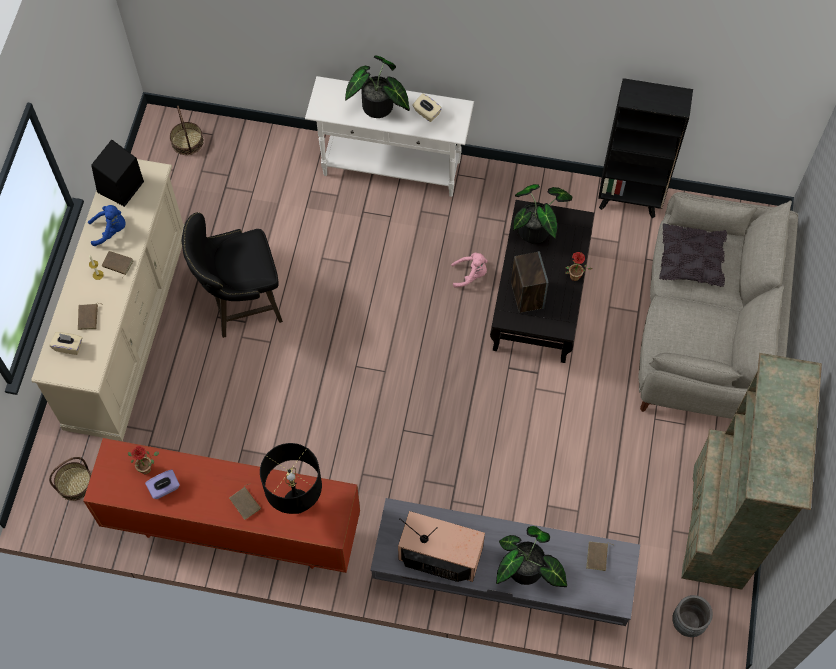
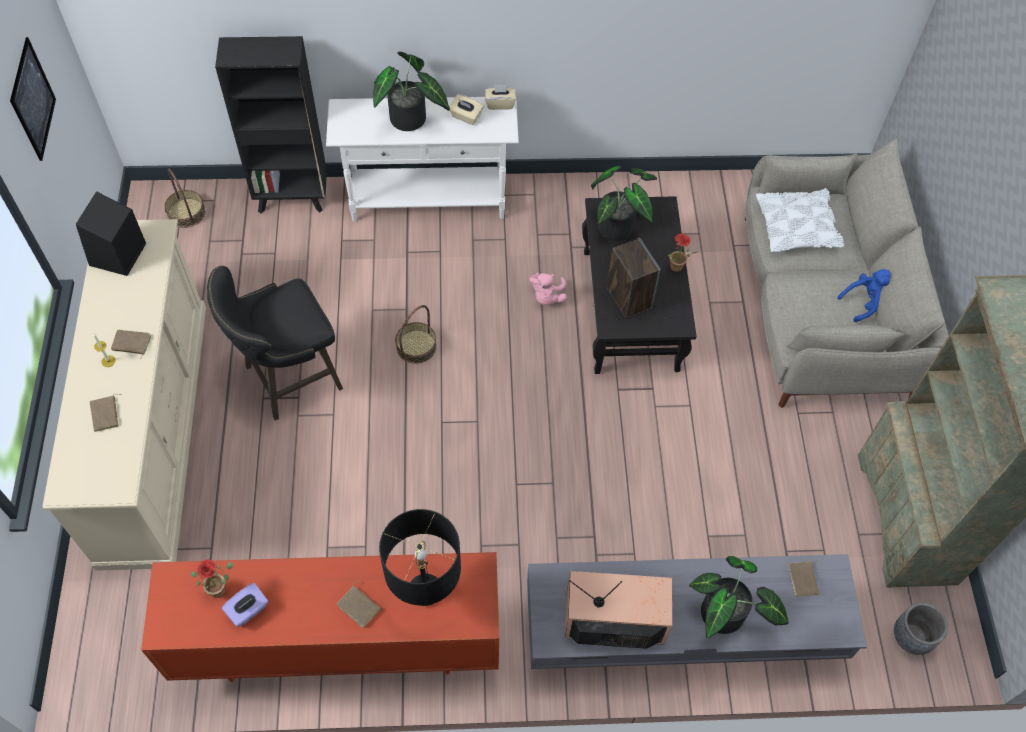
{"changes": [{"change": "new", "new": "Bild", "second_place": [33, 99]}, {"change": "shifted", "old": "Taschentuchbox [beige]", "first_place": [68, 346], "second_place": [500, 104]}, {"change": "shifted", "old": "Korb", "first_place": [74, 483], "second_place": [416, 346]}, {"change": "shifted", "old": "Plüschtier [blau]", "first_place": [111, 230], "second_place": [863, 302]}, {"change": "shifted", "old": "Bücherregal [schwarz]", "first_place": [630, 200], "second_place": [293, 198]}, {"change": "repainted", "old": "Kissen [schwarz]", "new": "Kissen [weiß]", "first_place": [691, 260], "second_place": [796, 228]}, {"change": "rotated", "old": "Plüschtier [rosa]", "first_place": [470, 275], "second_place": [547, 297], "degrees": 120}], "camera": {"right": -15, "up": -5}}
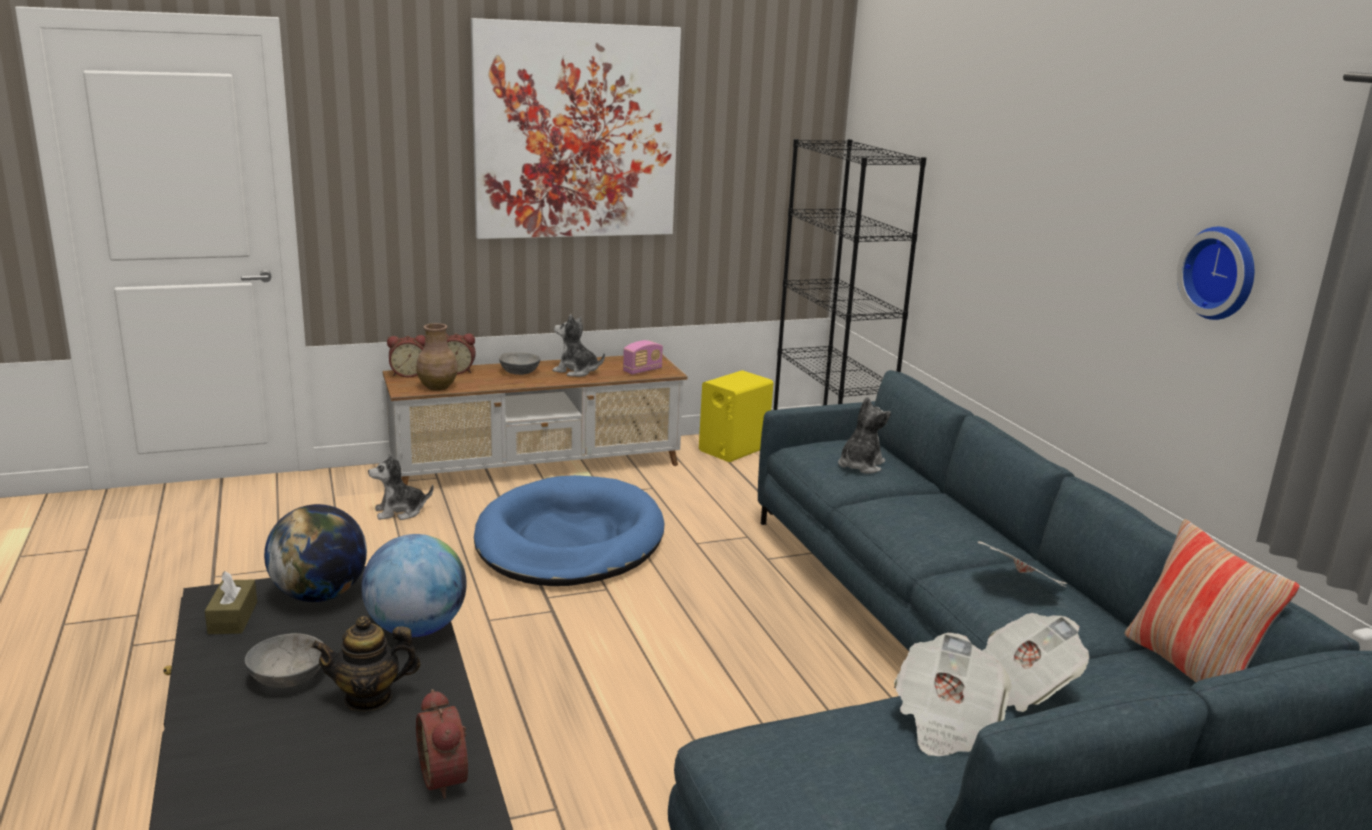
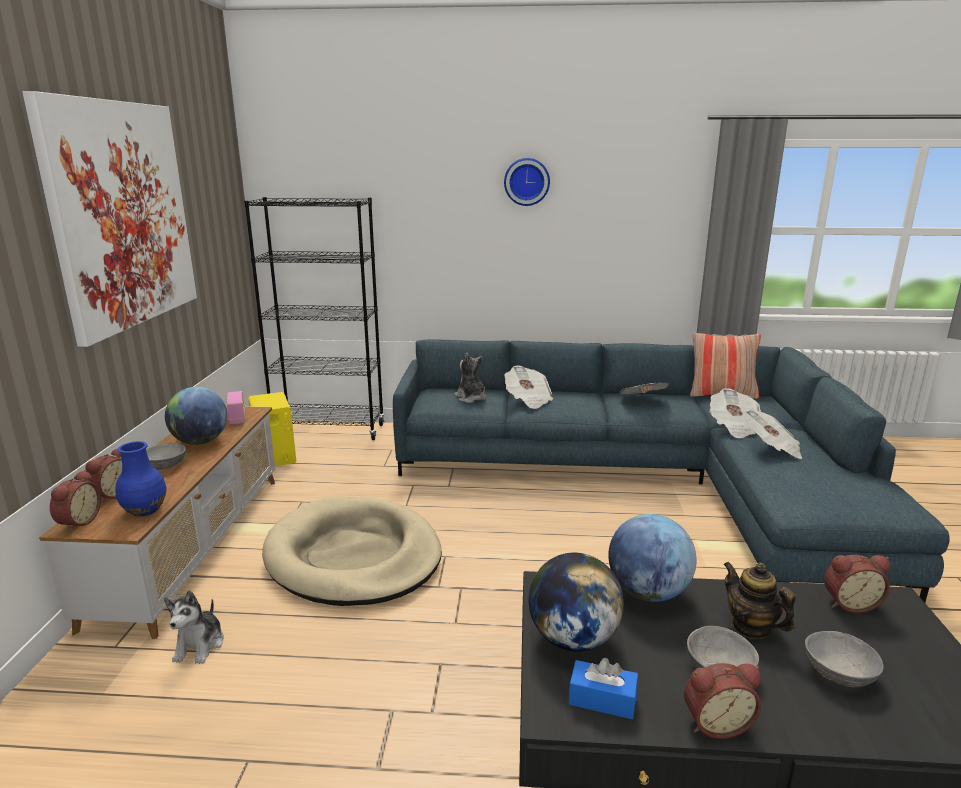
{"changes": [{"change": "new", "new": "Zeitung", "second_place": [528, 400]}, {"change": "new", "new": "Wecker", "second_place": [715, 722]}, {"change": "new", "new": "Schüssel [grau]", "second_place": [839, 674]}, {"change": "shifted", "old": "Wanduhr", "first_place": [1222, 273], "second_place": [526, 182]}, {"change": "swapped", "old": "Plüschtier", "new": "Globus", "first_place": [576, 371], "second_place": [200, 442]}, {"change": "repainted", "old": "Taschentuchbox [braun]", "new": "Taschentuchbox [blau]", "first_place": [233, 618], "second_place": [602, 699]}, {"change": "repainted", "old": "Vase [braun]", "new": "Vase [blau]", "first_place": [438, 387], "second_place": [145, 510]}, {"change": "repainted", "old": "Hundebett [blau]", "new": "Hundebett [beige]", "first_place": [569, 540], "second_place": [354, 556]}, {"change": "rotated", "old": "Teekanne", "first_place": [369, 698], "second_place": [751, 627], "degrees": 135}], "camera": {"right": -65, "up": 0}}
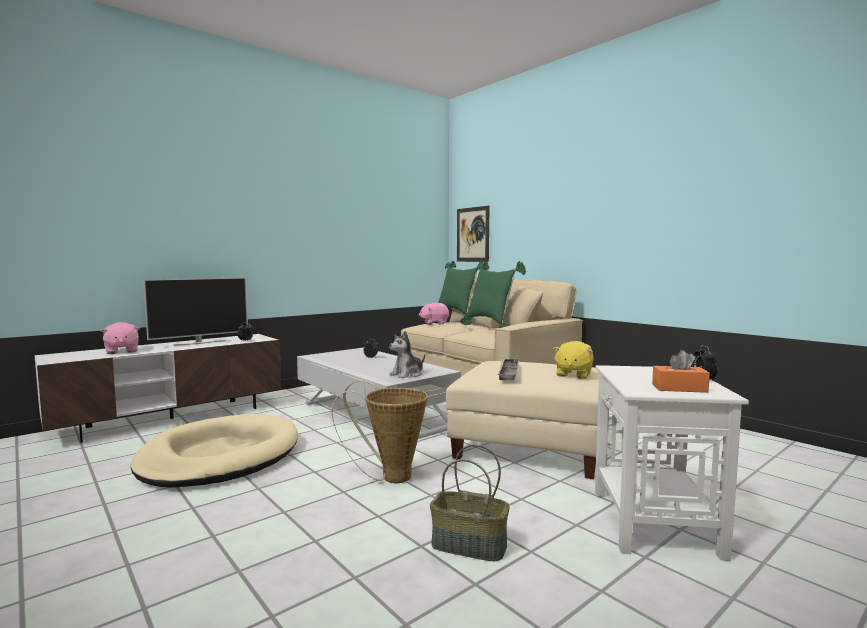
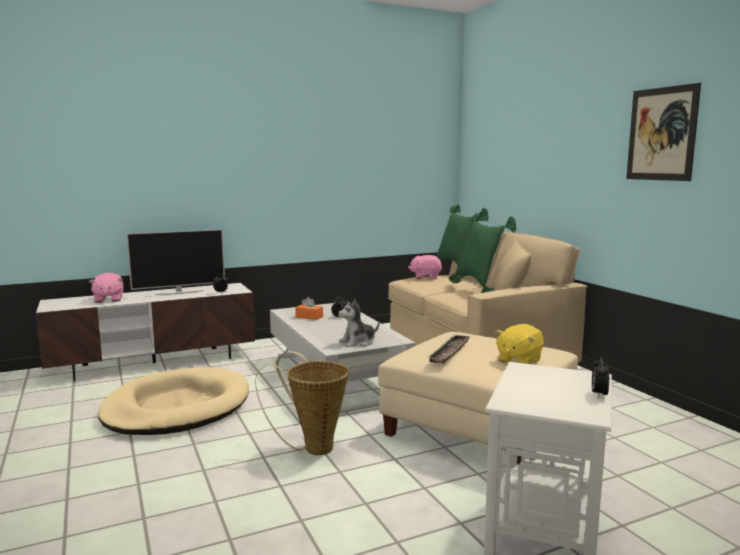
{"changes": [{"change": "gone", "old": "Korb", "first_place": [468, 546]}, {"change": "shifted", "old": "Bild", "first_place": [472, 234], "second_place": [661, 134]}, {"change": "shifted", "old": "Taschentuchbox [orange]", "first_place": [679, 388], "second_place": [309, 317]}], "camera": {"right": 15, "up": 5}}
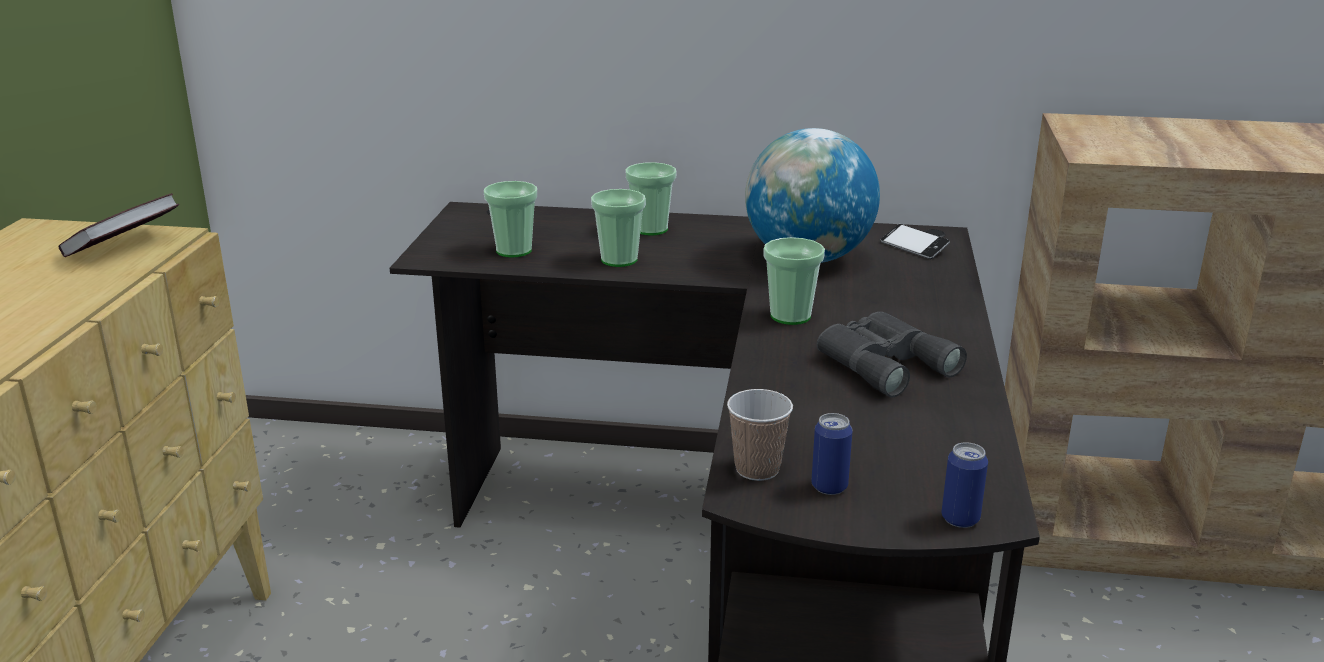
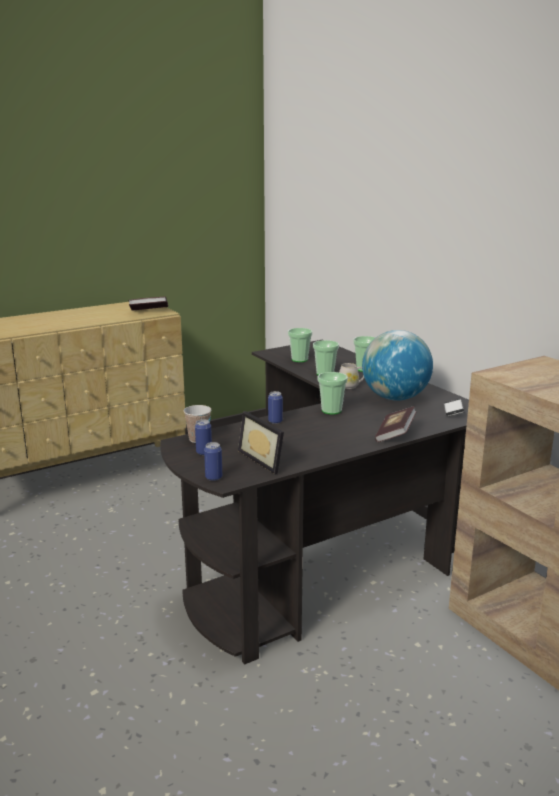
{"changes": [{"change": "gone", "old": "Fernglas [grau]", "first_place": [882, 362]}, {"change": "new", "new": "Bilderrahmen", "second_place": [265, 459]}, {"change": "new", "new": "Dose", "second_place": [275, 421]}, {"change": "new", "new": "Henkelbecher [weiß]", "second_place": [351, 386]}, {"change": "new", "new": "Buch", "second_place": [395, 434]}], "camera": {"right": 50, "up": -5}}
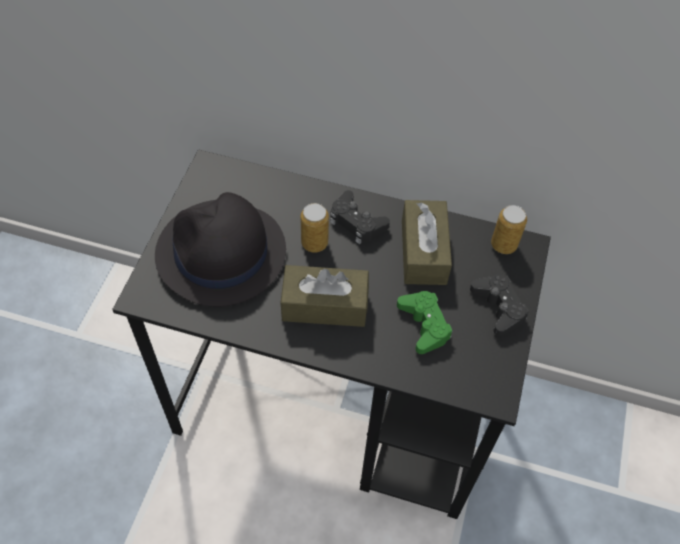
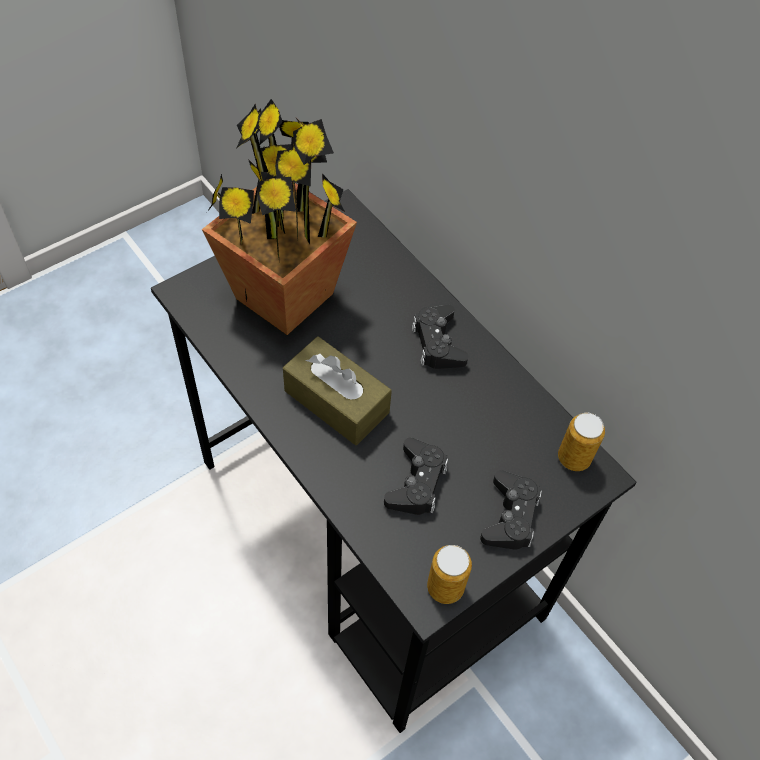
{"changes": [{"change": "gone", "old": "Taschentuchbox [braun]", "first_place": [423, 252]}, {"change": "shifted", "old": "Dose", "first_place": [314, 243], "second_place": [445, 587]}, {"change": "swapped", "old": "Hut [schwarz]", "new": "Topfpflanze", "first_place": [220, 254], "second_place": [283, 295]}, {"change": "repainted", "old": "Gamepad [grün]", "new": "Gamepad [schwarz]", "first_place": [424, 325], "second_place": [417, 482]}], "camera": {"right": 35, "up": 0}}
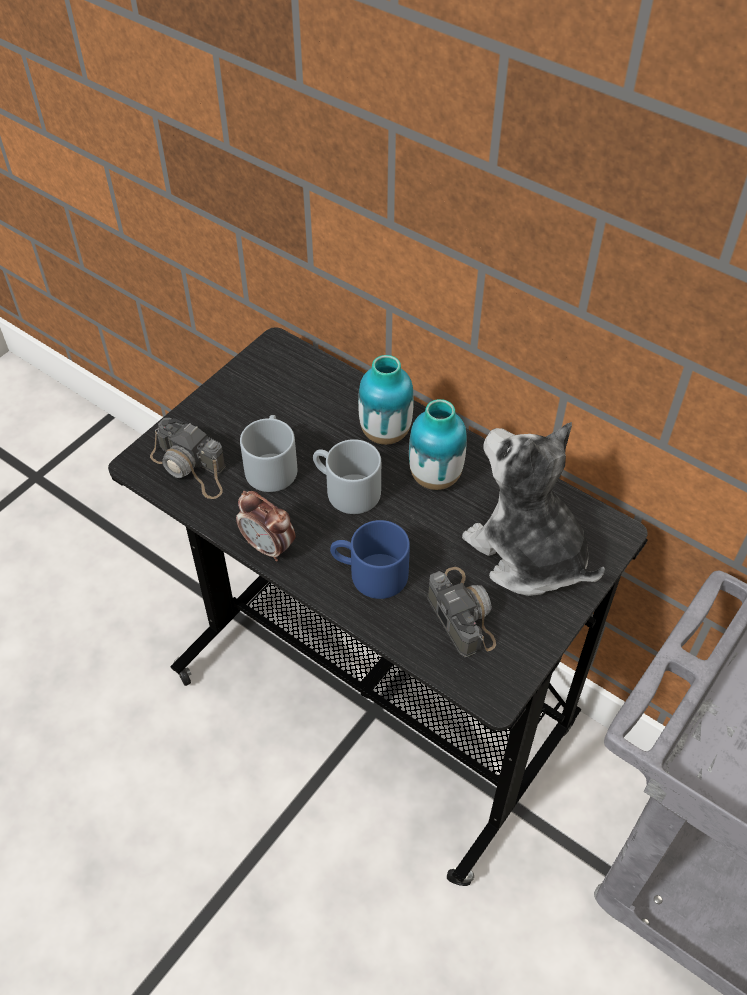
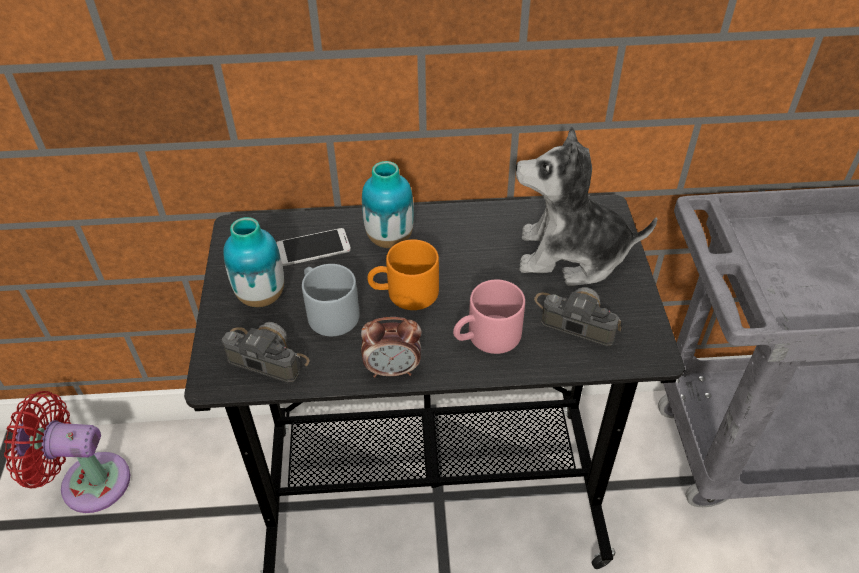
{"changes": [{"change": "new", "new": "Ventilator [rot]", "second_place": [88, 482]}, {"change": "new", "new": "Handy", "second_place": [313, 247]}, {"change": "shifted", "old": "Vase", "first_place": [435, 477], "second_place": [261, 296]}, {"change": "repainted", "old": "Henkelbecher [grau]", "new": "Henkelbecher [orange]", "first_place": [345, 490], "second_place": [404, 293]}, {"change": "repainted", "old": "Henkelbecher [blau]", "new": "Henkelbecher [rosa]", "first_place": [369, 574], "second_place": [487, 337]}, {"change": "rotated", "old": "Kamera", "first_place": [191, 467], "second_place": [263, 355], "degrees": -150}], "camera": {"right": -40, "up": -5}}
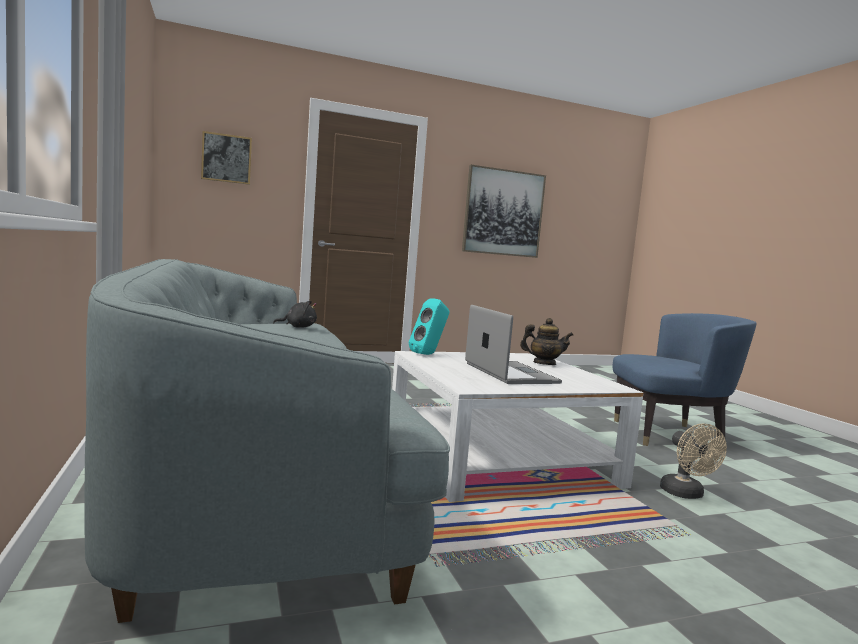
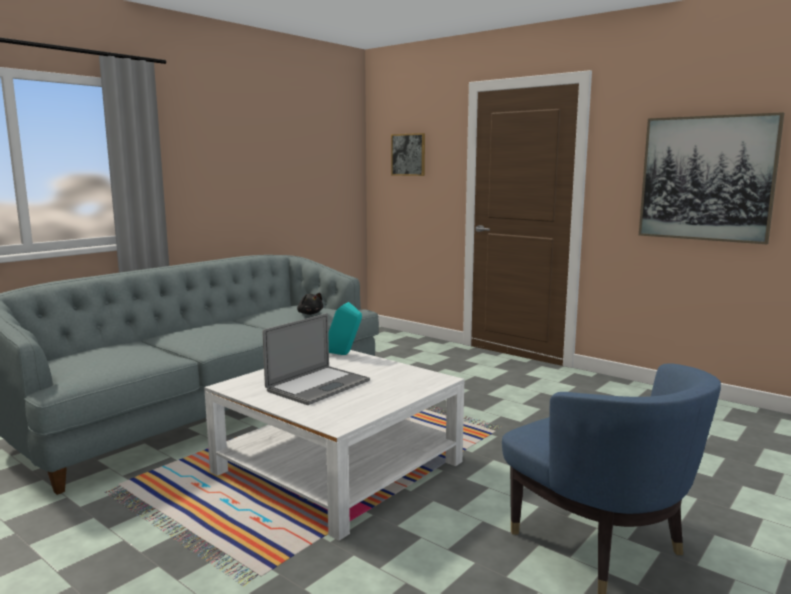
{"changes": [{"change": "gone", "old": "Teekanne", "first_place": [544, 363]}, {"change": "gone", "old": "Ventilator [beige]", "first_place": [686, 494]}], "camera": {"right": 60, "up": 5}}
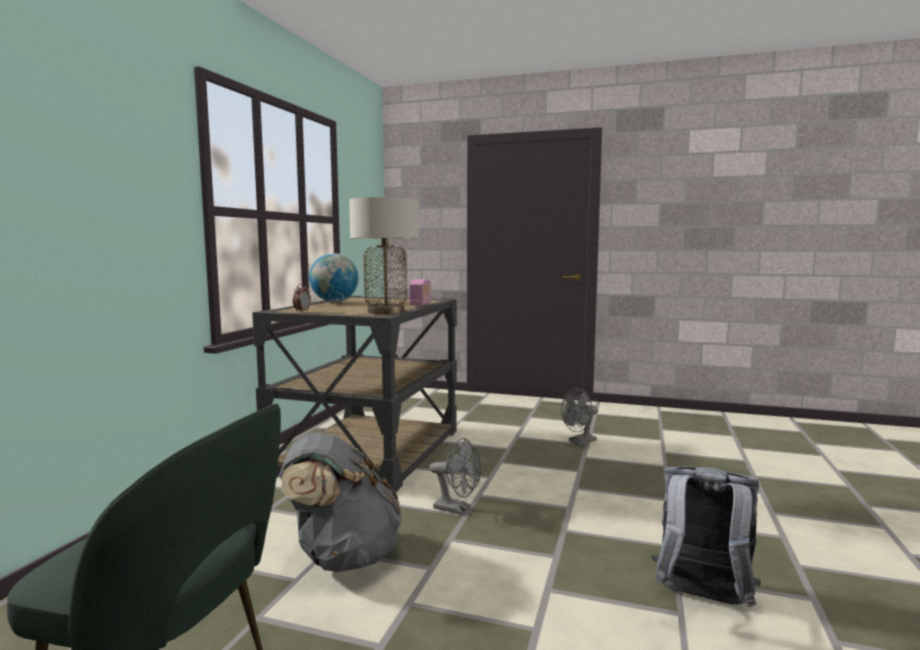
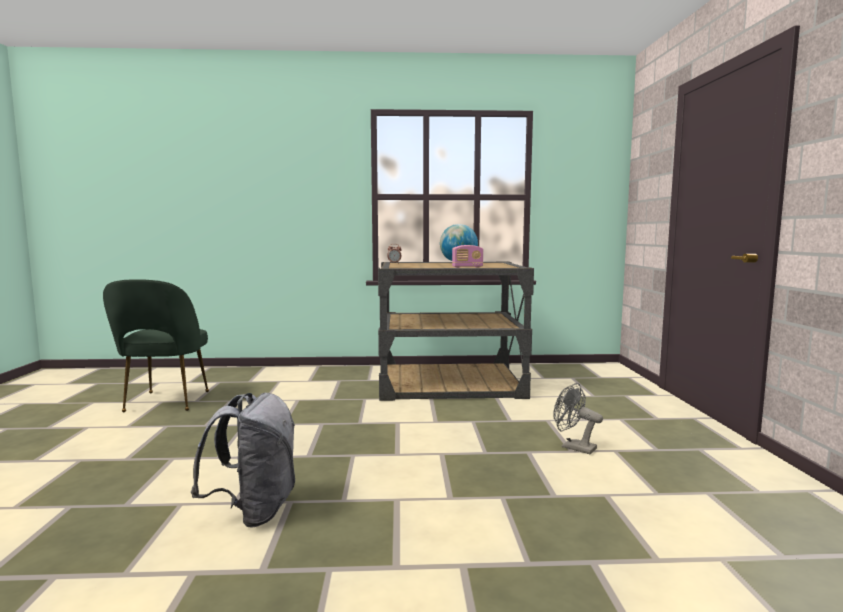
{"changes": [{"change": "gone", "old": "Rucksack [grau]", "first_place": [342, 557]}, {"change": "gone", "old": "Tischlampe", "first_place": [386, 312]}, {"change": "gone", "old": "Ventilator [grau]", "first_place": [457, 509]}], "camera": {"right": 70, "up": 0}}
